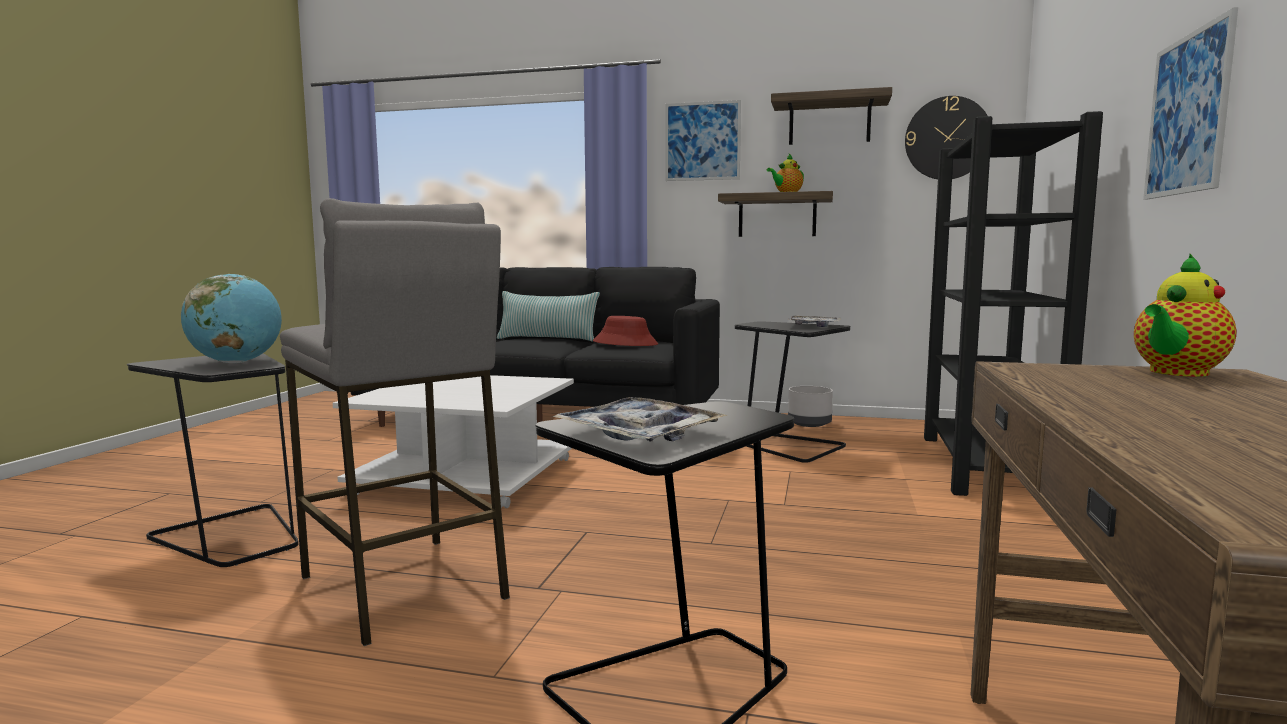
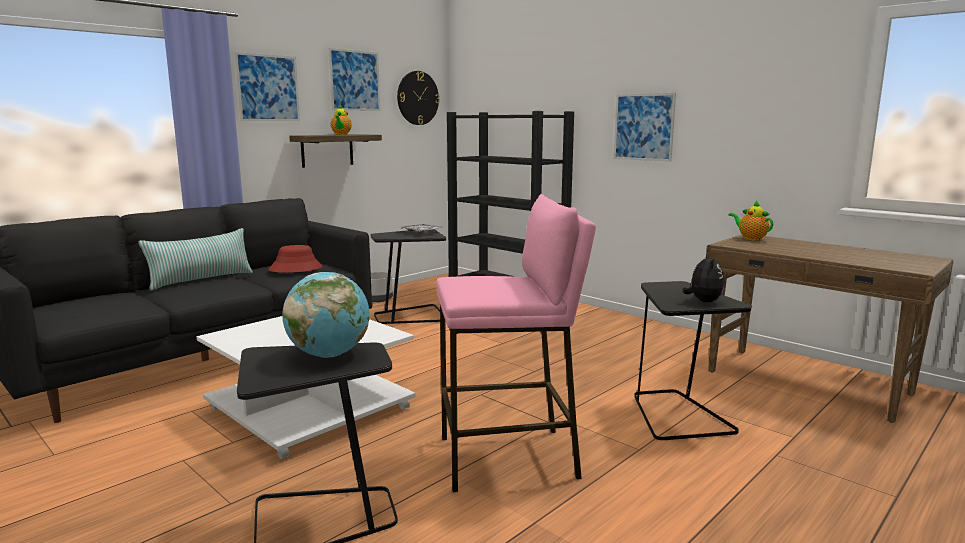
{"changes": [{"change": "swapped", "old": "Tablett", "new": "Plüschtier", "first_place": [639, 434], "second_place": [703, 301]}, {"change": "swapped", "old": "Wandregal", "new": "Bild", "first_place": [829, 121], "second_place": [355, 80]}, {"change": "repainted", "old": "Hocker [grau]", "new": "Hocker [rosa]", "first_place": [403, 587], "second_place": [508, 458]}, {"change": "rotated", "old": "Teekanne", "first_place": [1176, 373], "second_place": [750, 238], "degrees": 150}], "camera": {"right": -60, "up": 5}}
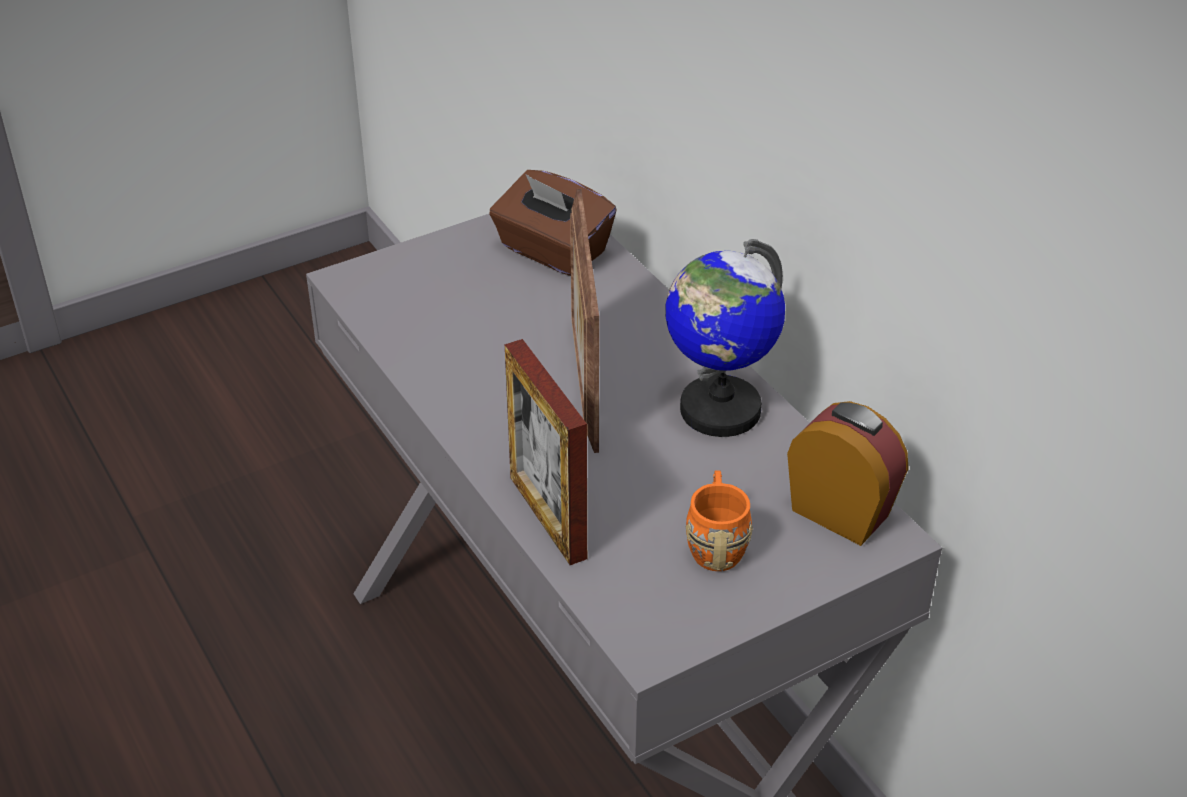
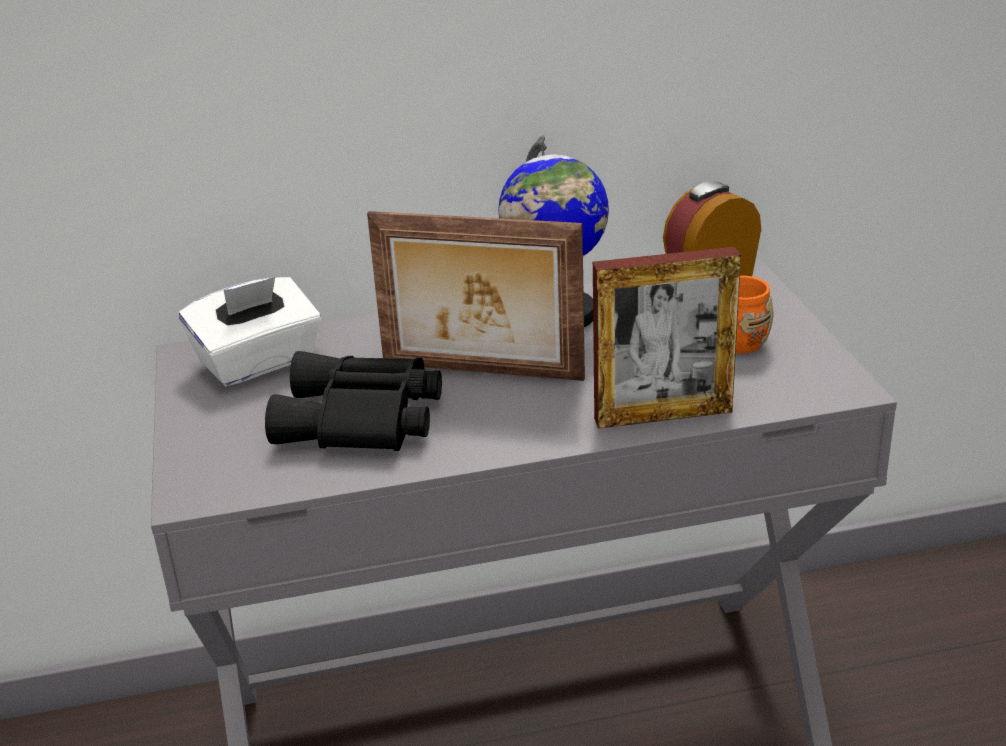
{"changes": [{"change": "new", "new": "Fernglas [schwarz]", "second_place": [362, 421]}, {"change": "repainted", "old": "Taschentuchbox [braun]", "new": "Taschentuchbox [weiß]", "first_place": [552, 251], "second_place": [258, 363]}], "camera": {"right": -70, "up": -10}}
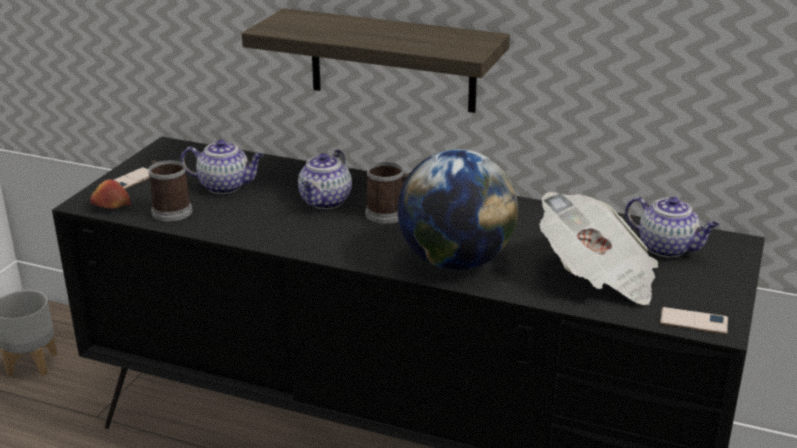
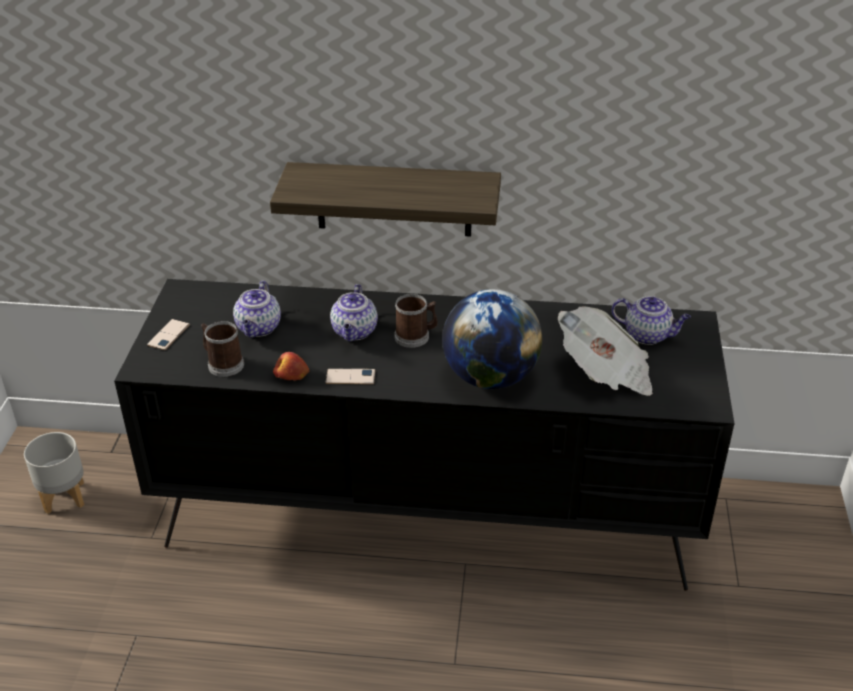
{"changes": [{"change": "shifted", "old": "Apfel", "first_place": [110, 206], "second_place": [291, 375]}, {"change": "shifted", "old": "Handy", "first_place": [693, 321], "second_place": [350, 377]}, {"change": "rotated", "old": "Teekanne", "first_place": [226, 186], "second_place": [259, 328], "degrees": 105}], "camera": {"right": -15, "up": 10}}
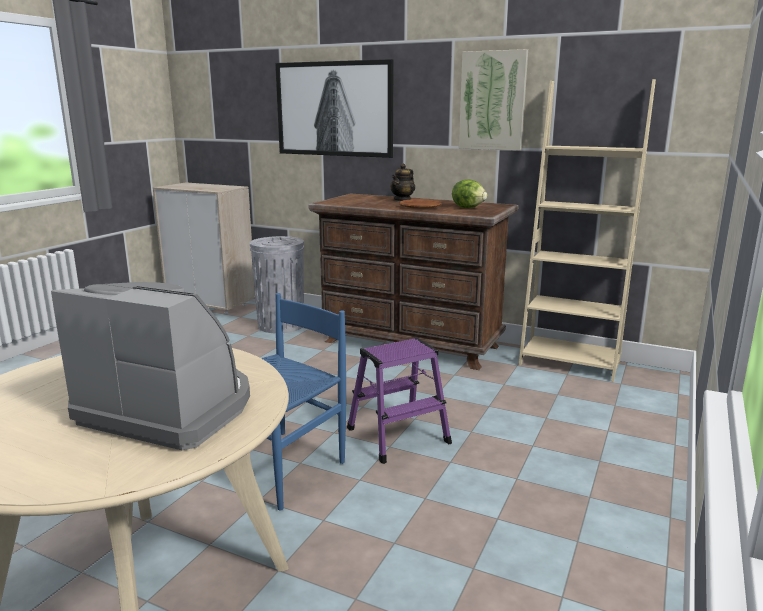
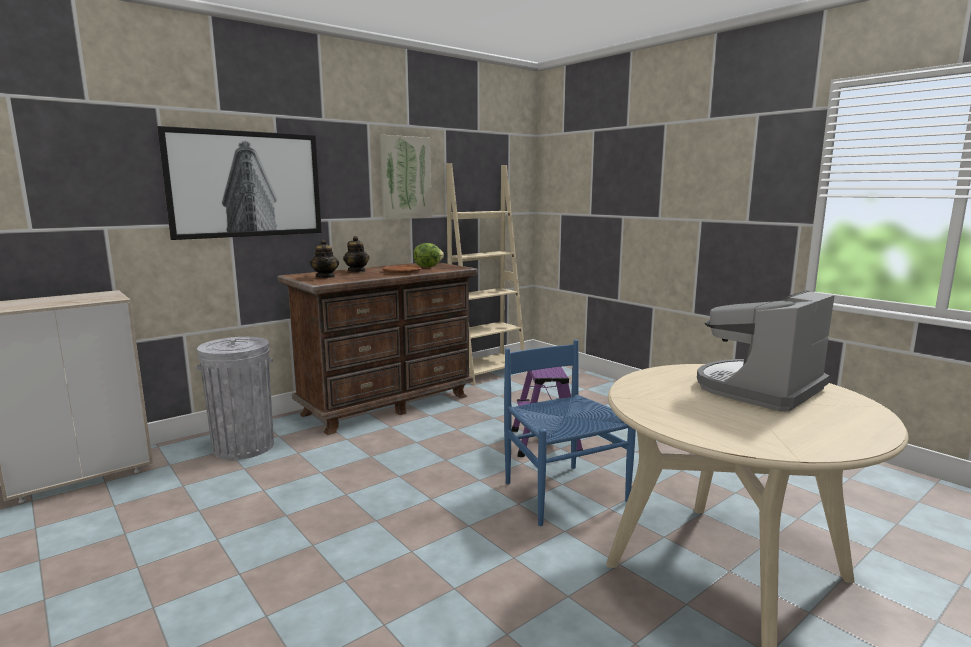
{"changes": [{"change": "new", "new": "Teekanne", "second_place": [325, 277]}], "camera": {"right": -65, "up": -5}}
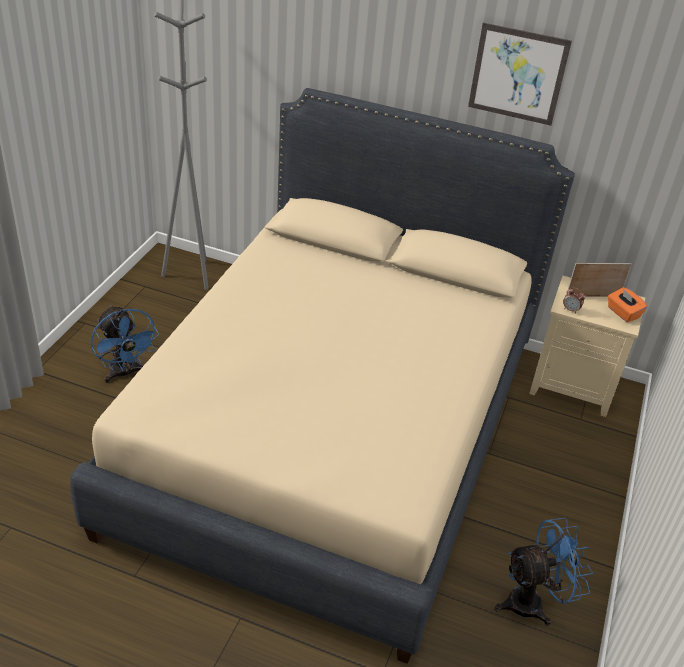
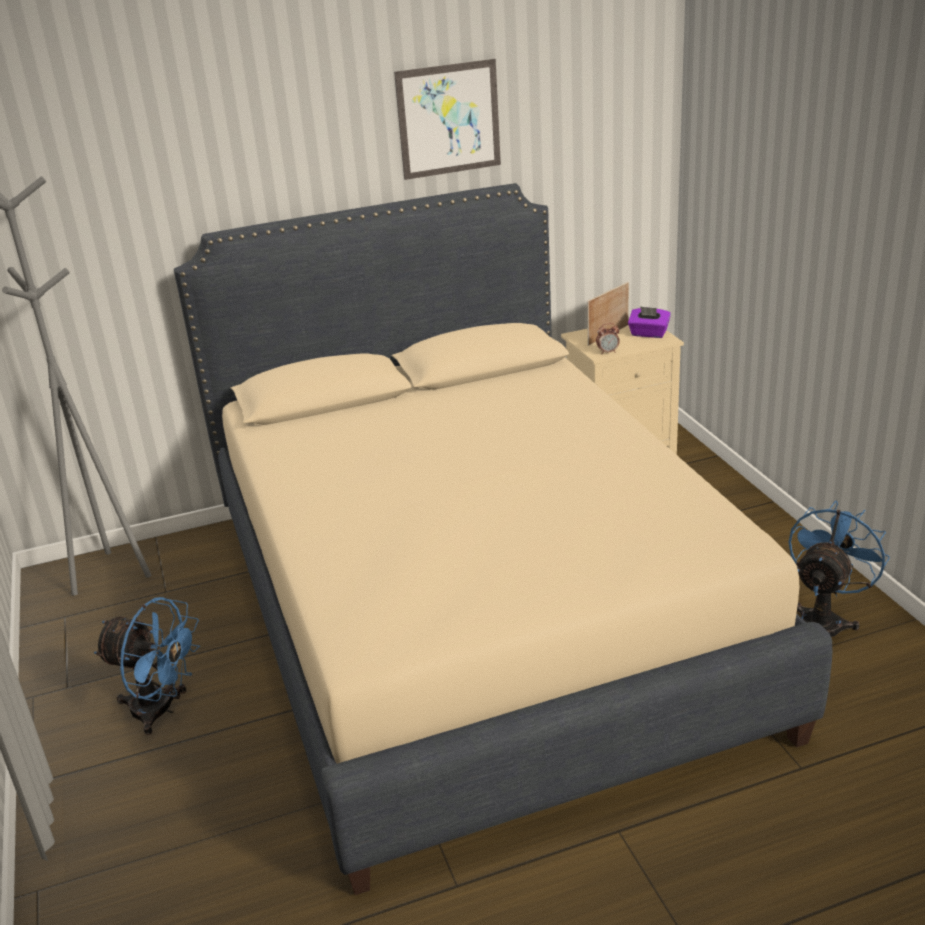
{"changes": [{"change": "repainted", "old": "Taschentuchbox [orange]", "new": "Taschentuchbox [lila]", "first_place": [622, 313], "second_place": [648, 334]}], "camera": {"right": -35, "up": -10}}
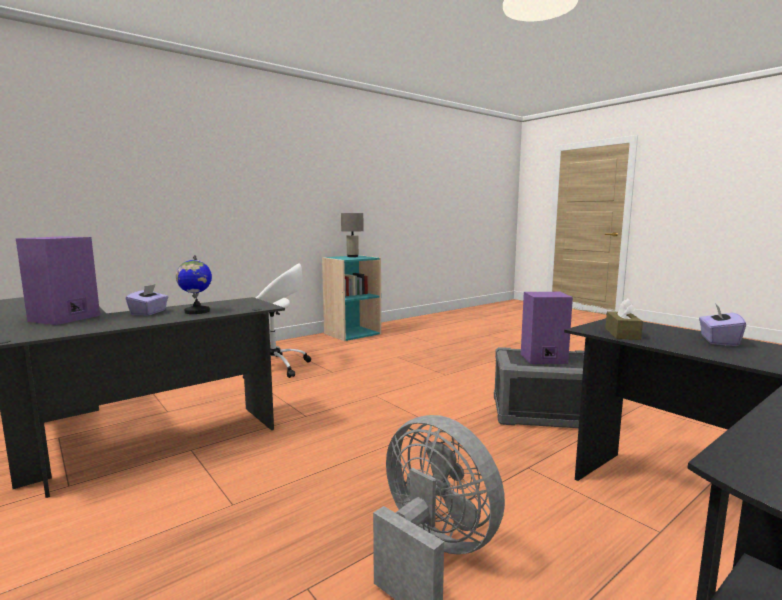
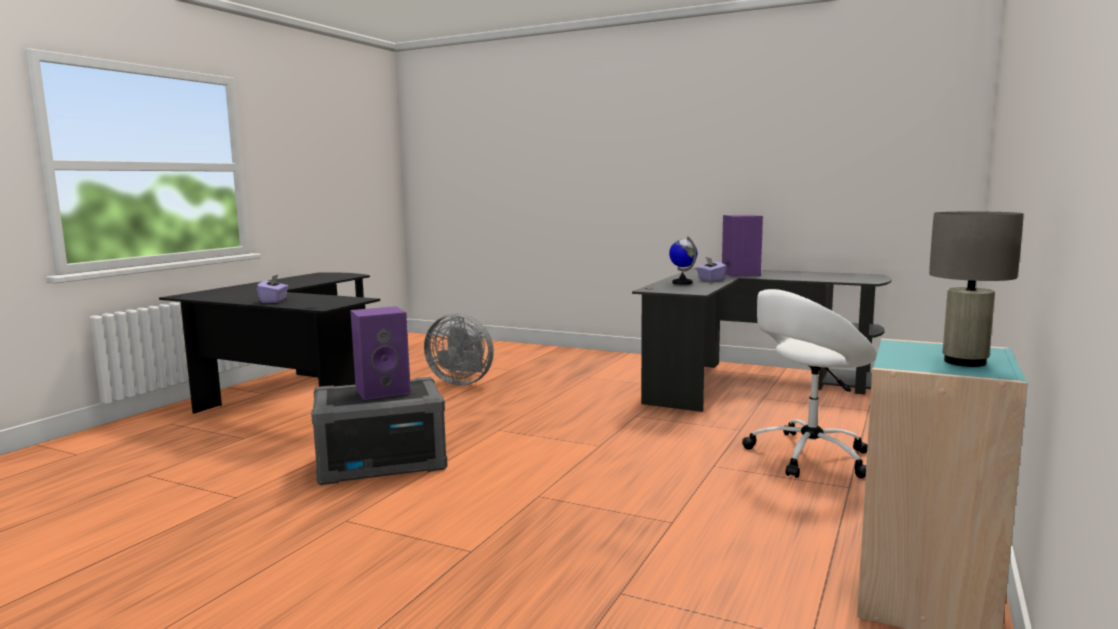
{"changes": [{"change": "gone", "old": "Taschentuchbox [braun]", "first_place": [622, 334]}], "camera": {"right": 155, "up": 0}}
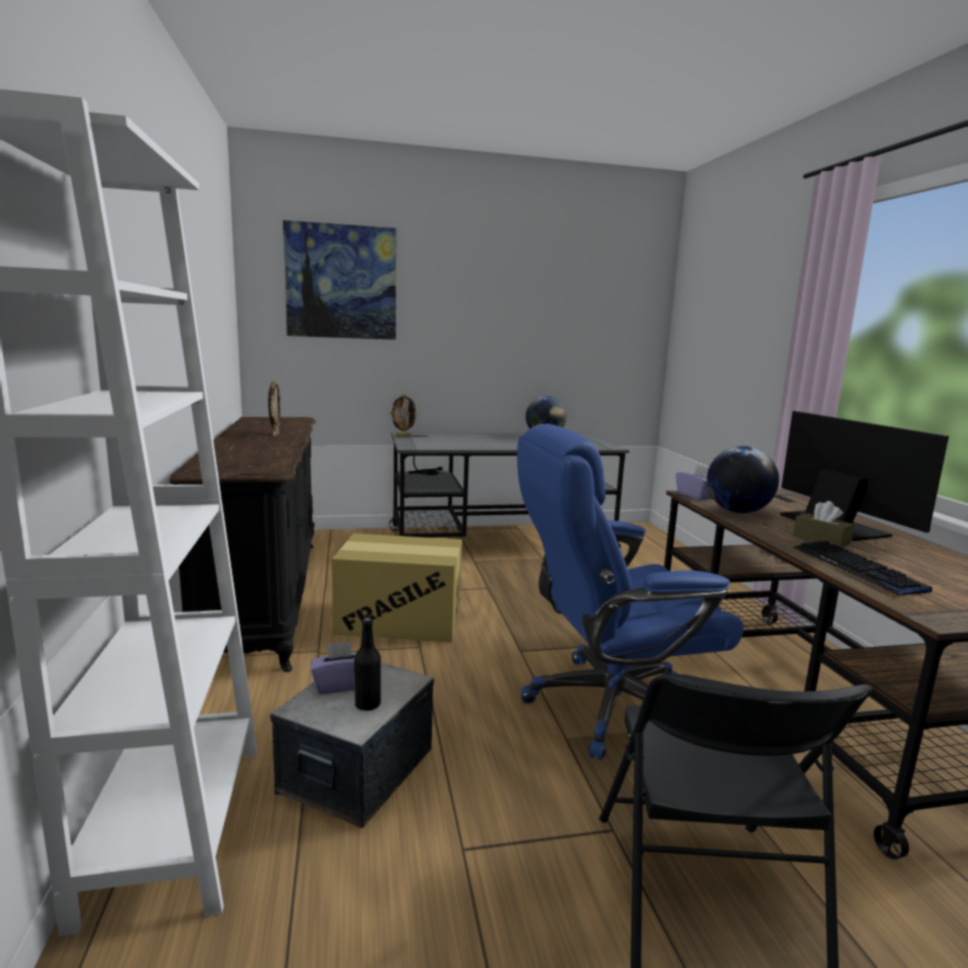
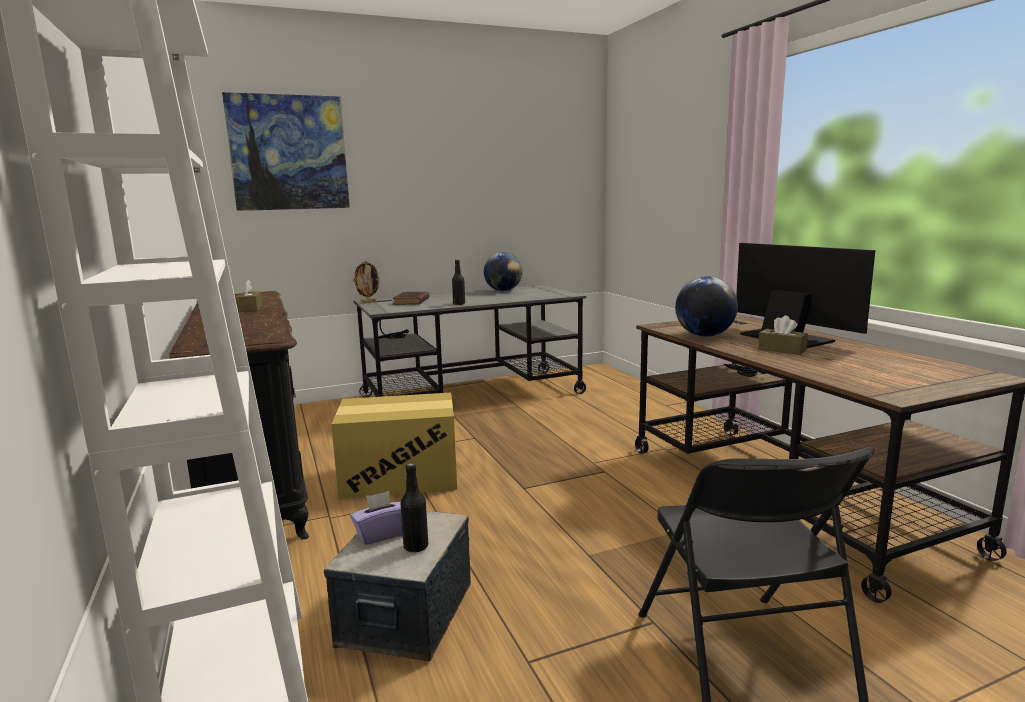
{"changes": [{"change": "gone", "old": "Bürostuhl [blau]", "first_place": [611, 706]}, {"change": "gone", "old": "Taschentuchbox [lila]", "first_place": [696, 496]}, {"change": "gone", "old": "Tastatur", "first_place": [857, 569]}, {"change": "new", "new": "Buch [braun]", "second_place": [411, 301]}, {"change": "new", "new": "Flasche [schwarz]", "second_place": [459, 304]}, {"change": "swapped", "old": "Bilderrahmen", "new": "Taschentuchbox [braun]", "first_place": [275, 434], "second_place": [250, 308]}], "camera": {"right": -10, "up": 0}}
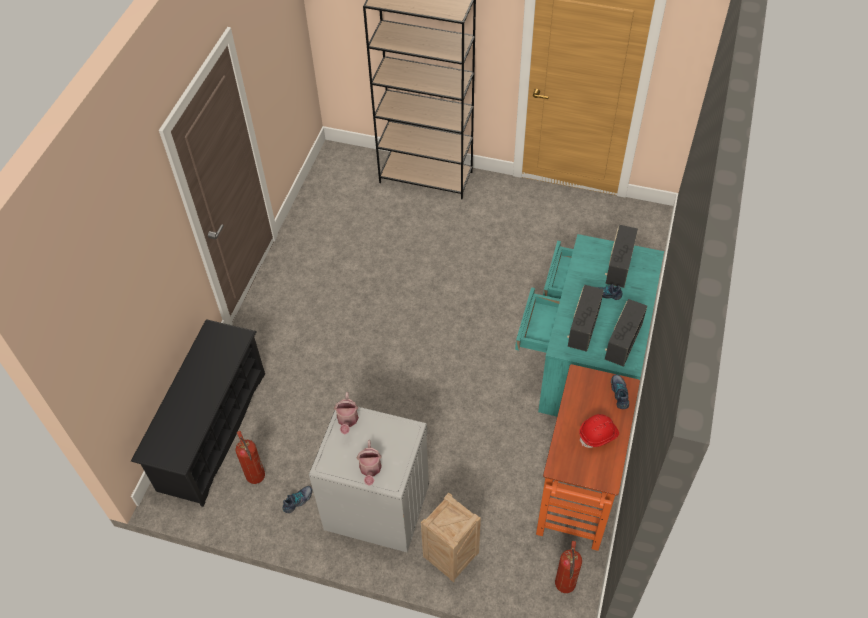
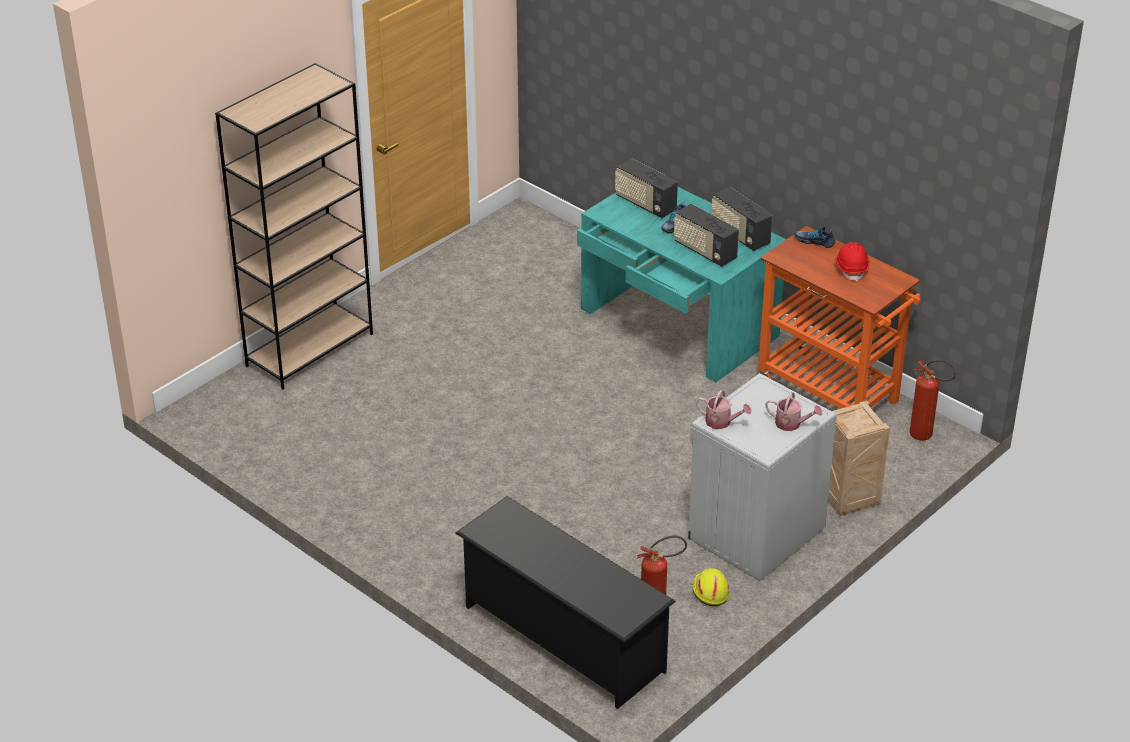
{"changes": [{"change": "swapped", "old": "Schuh", "new": "Schutzhelm [gelb]", "first_place": [298, 501], "second_place": [709, 591]}], "camera": {"right": -65, "up": -15}}
